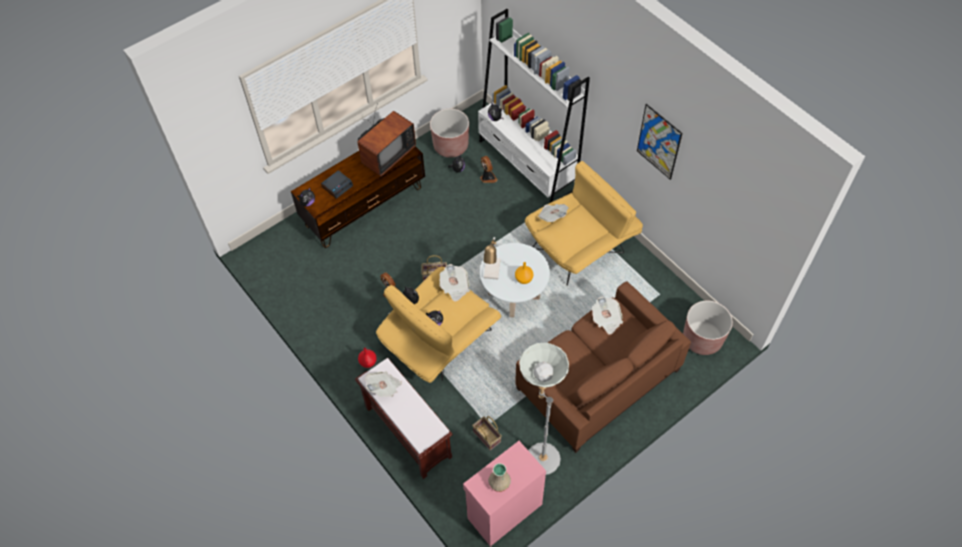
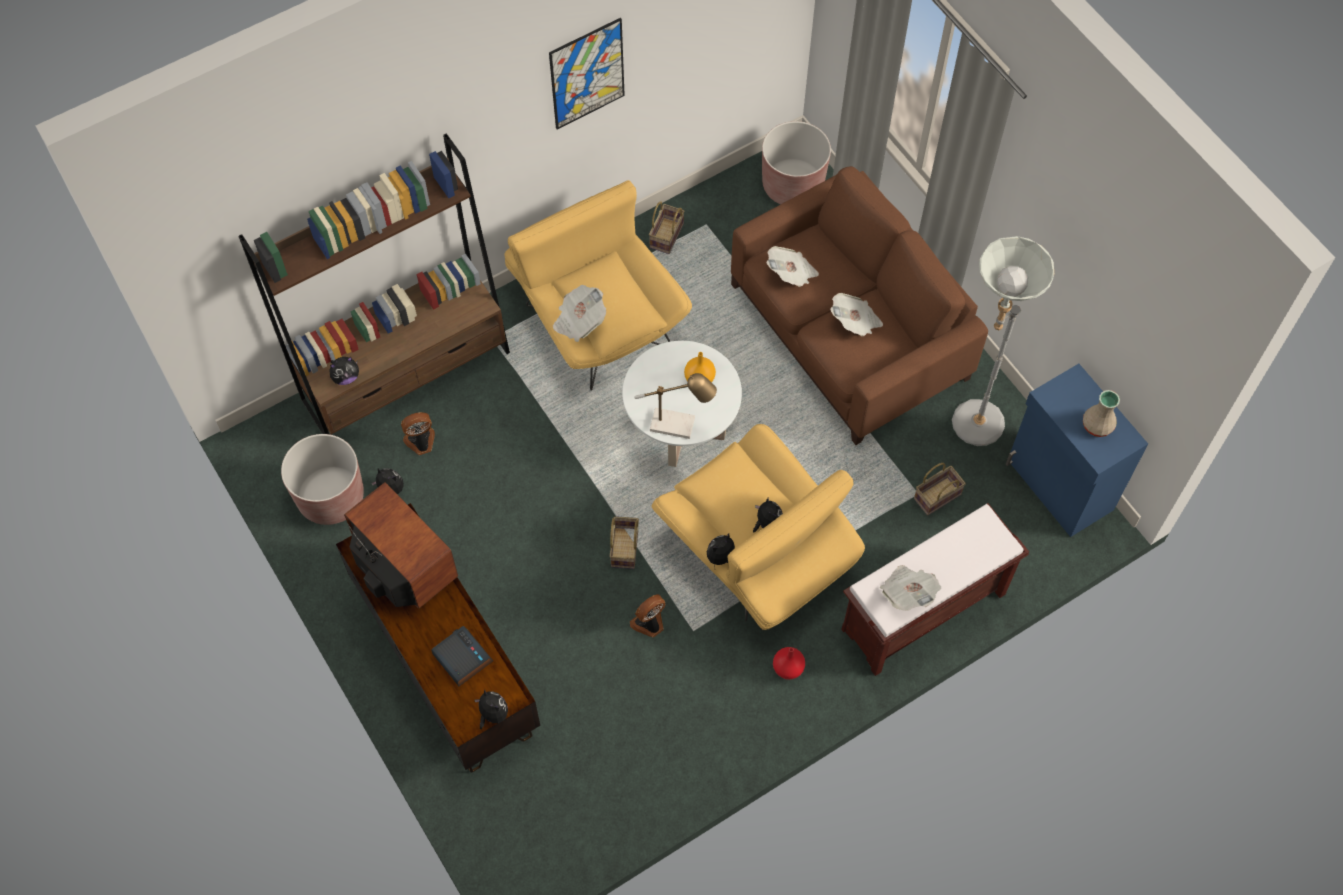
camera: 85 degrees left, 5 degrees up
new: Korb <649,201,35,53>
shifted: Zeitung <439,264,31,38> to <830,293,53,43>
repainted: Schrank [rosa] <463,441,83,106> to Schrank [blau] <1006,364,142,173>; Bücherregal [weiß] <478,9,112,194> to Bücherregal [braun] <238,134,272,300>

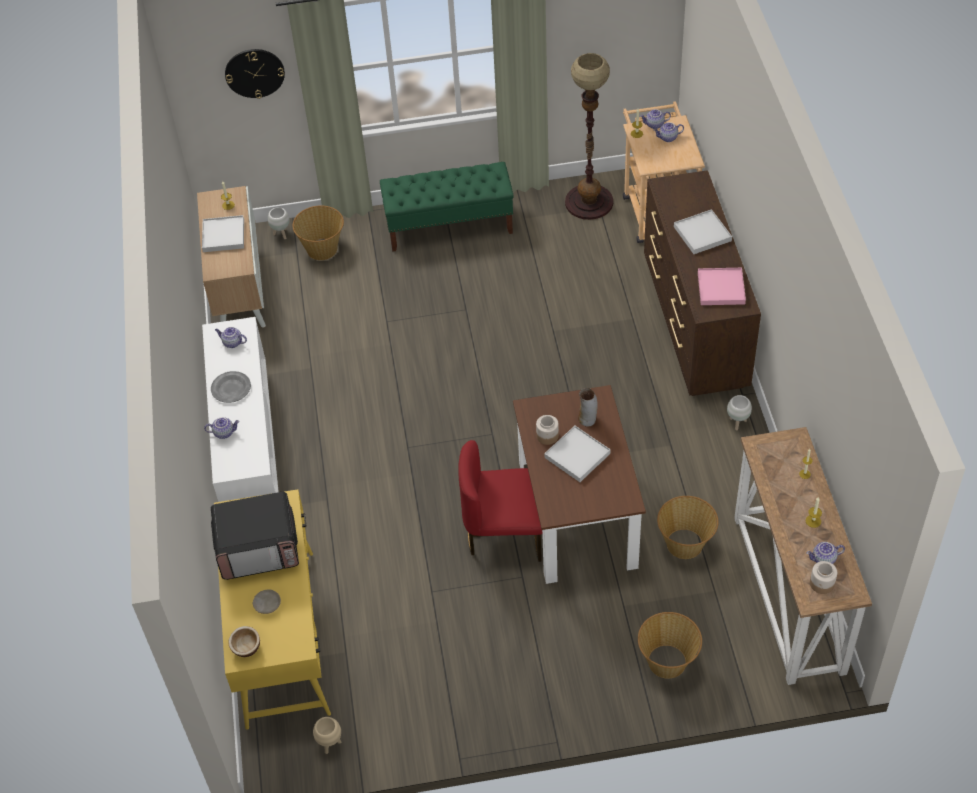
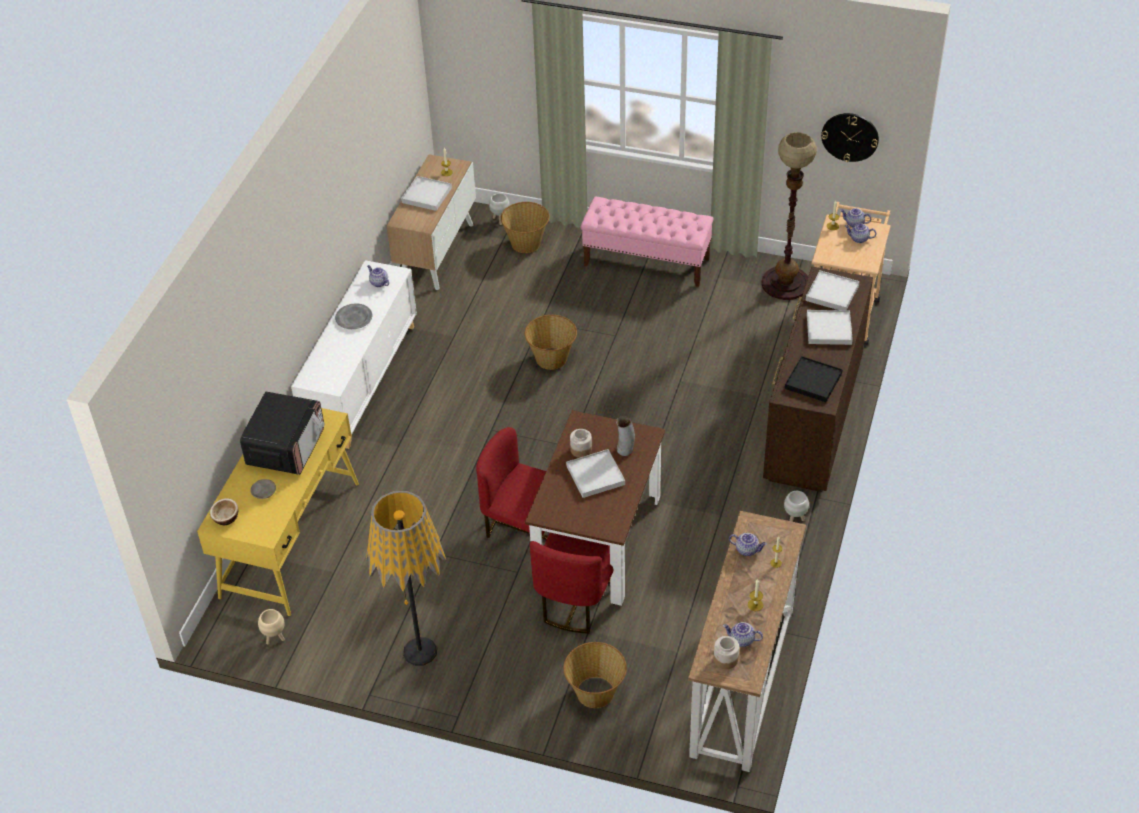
camera: 25 degrees right, 5 degrees down
new: Stehlampe <366,491,80,175>; Stuhl [rot] <530,533,83,101>; Tablett [weiß] <806,270,54,40>
shifted: Teekanne <204,417,36,22> to <729,533,38,23>; Wanduhr <225,49,60,50> to <821,113,58,49>; Korb <657,496,62,63> to <525,315,52,55>
repainted: Bank [grün] <380,162,134,90> to Bank [rosa] <581,197,133,90>; Tablett [rosa] <698,268,48,37> to Tablett [schwarz] <785,356,58,46>
rotated: Mikrowelle <211,492,88,88> = <240,392,85,83> 90 degrees counterclockwise

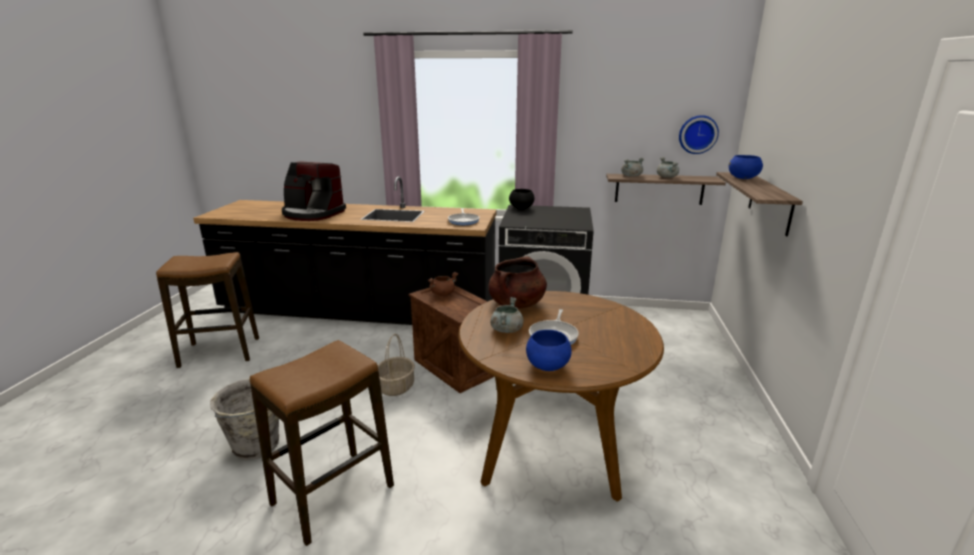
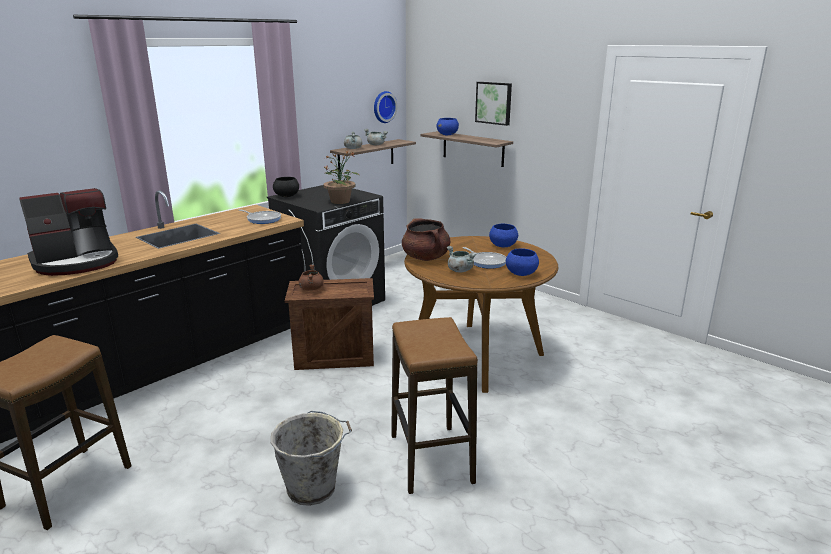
camera: 55 degrees left, 0 degrees up
gone: Korb <378,334,37,62>
new: Topfpflanze <323,151,37,53>; Bild <475,82,37,44>; Schüssel [blau] <489,224,29,23>

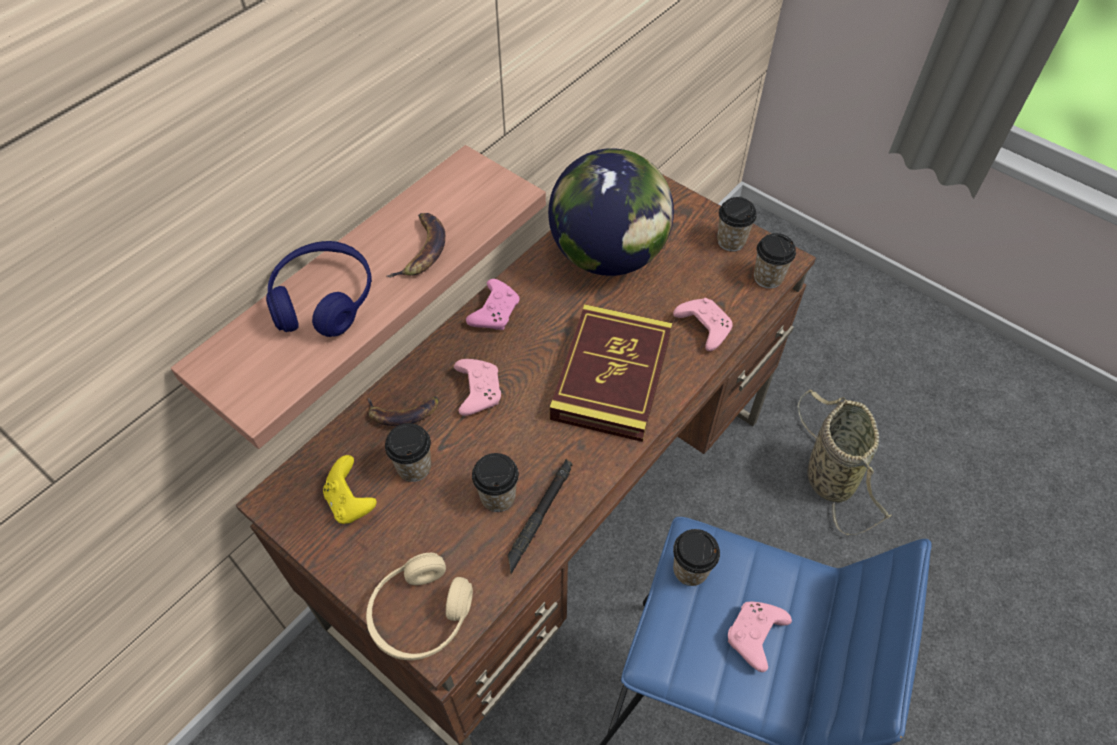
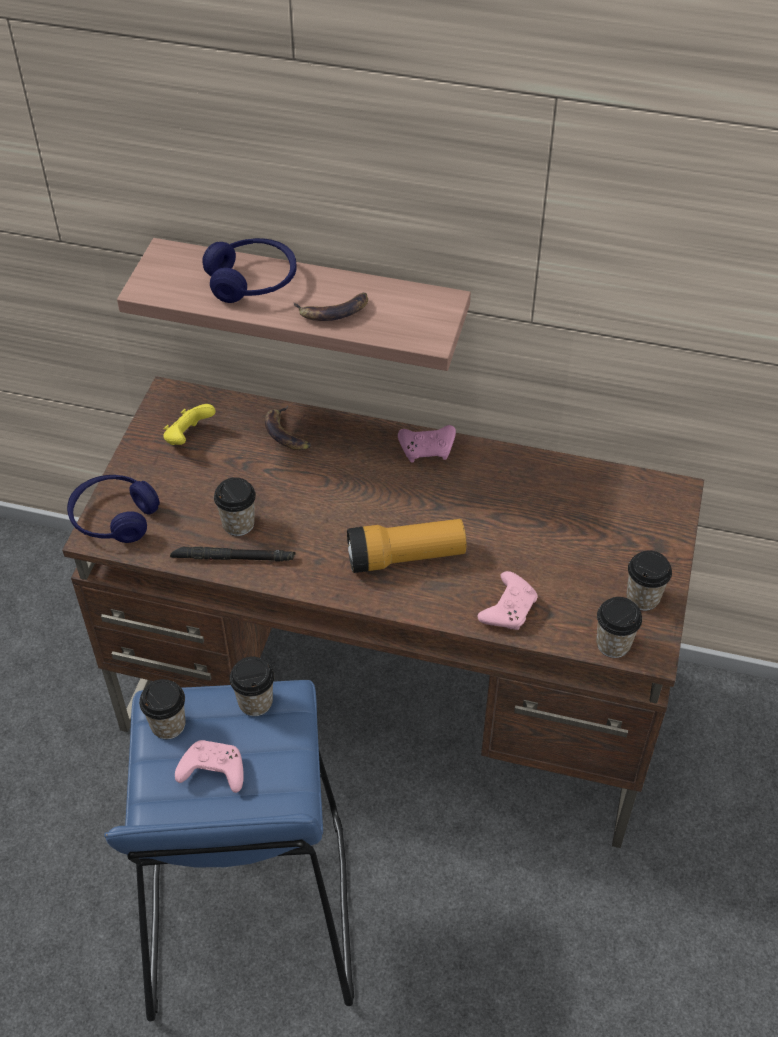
camera: 65 degrees right, 5 degrees down
gone: Gamepad [rosa] <454,359,47,57>; Globus <548,148,126,128>; Korb <798,390,94,145>
shifted: Tasse <385,423,46,59> to <139,679,47,60>
swapped: Buch <550,304,122,138> to Taschenlampe <347,519,119,54>
repainted: Kopfhörer [beige] <366,553,107,107> to Kopfhörer [blau] <67,475,93,68>

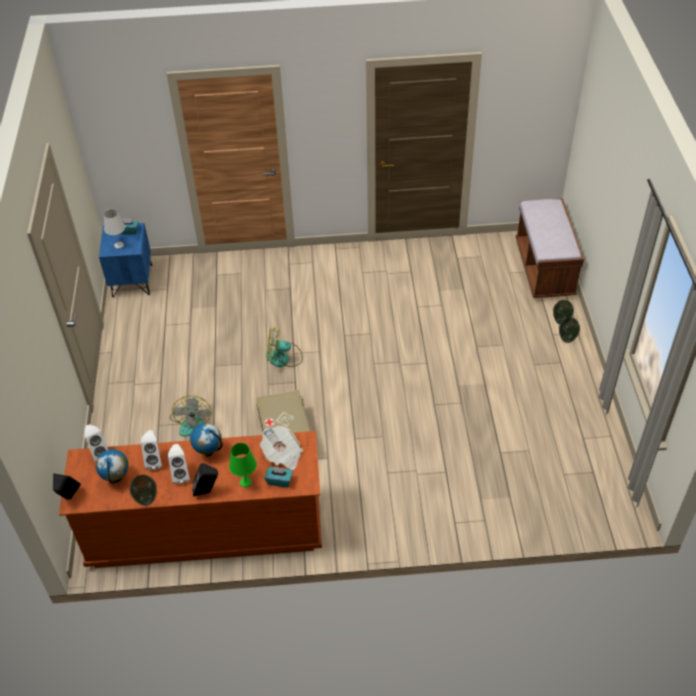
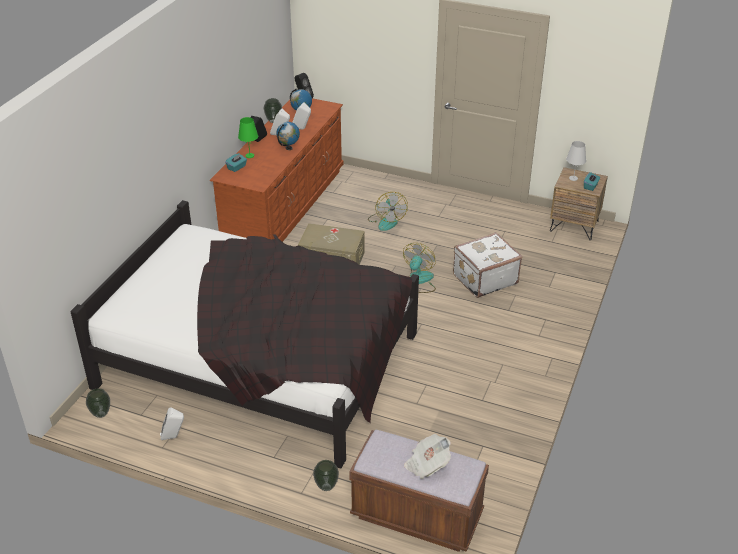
camera: 115 degrees right, 10 degrees down
new: Bett [schwarz] <71,200,348,268>; Koffer [weiß] <453,232,69,66>
shifted: Lautsprecher [weiß] <84,425,24,38> to <160,407,24,33>; Zeitung <260,426,43,44> to <404,434,47,45>; Vase <559,317,21,26> to <86,388,24,30>
repainted: Nachttisch [blau] <99,223,53,74> to Nachttisch [braun] <550,167,58,73>
rotated: Ventilator <170,395,42,42> = <368,192,40,39> 120 degrees counterclockwise

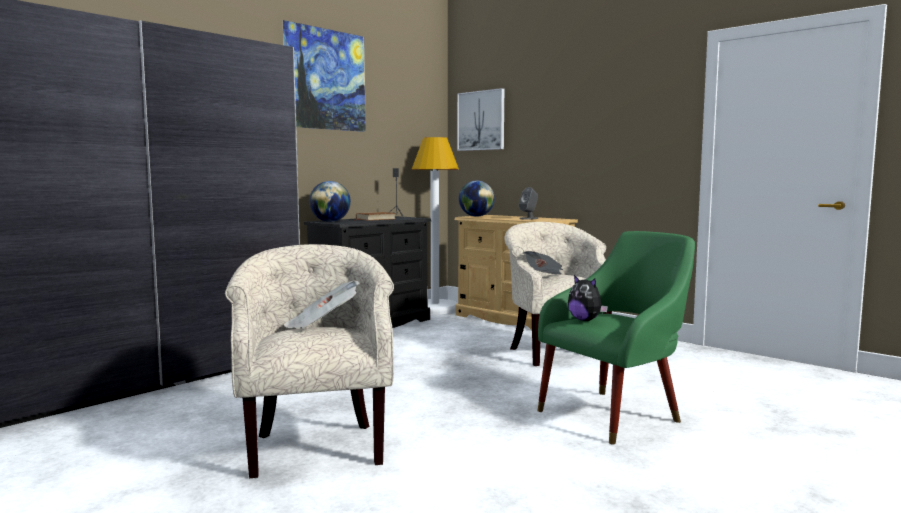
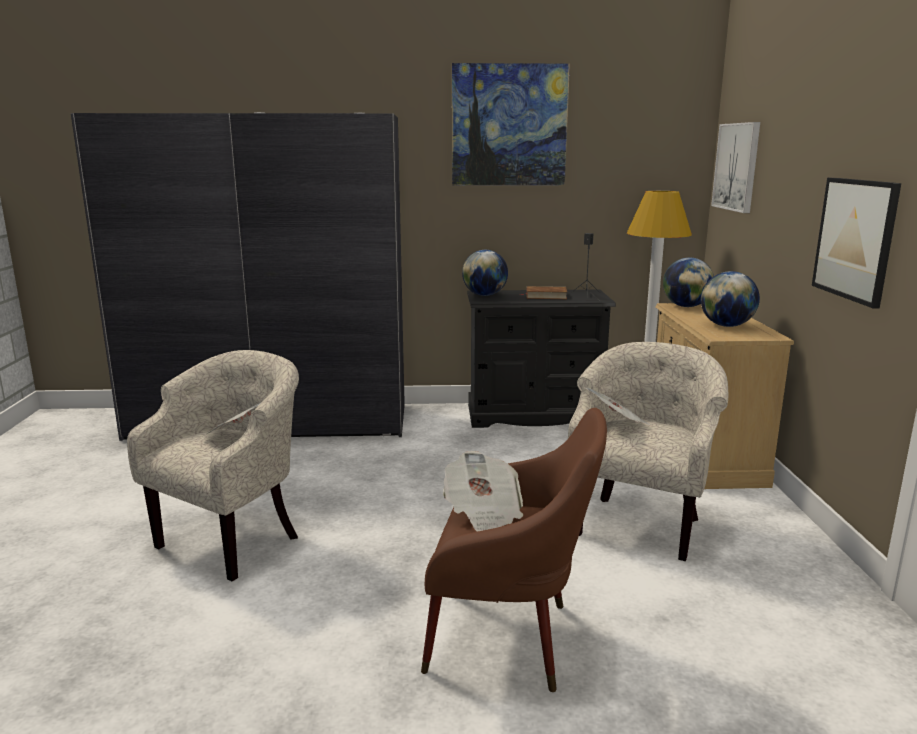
camera: 45 degrees right, 10 degrees up
new: Bild <812,177,89,132>
swapped: Lautsprecher [grau] <519,187,19,33> to Globus <701,271,59,56>; Plüschtier <568,275,40,46> to Zeitung <443,451,80,81>
repainted: Sessel [grün] <538,231,157,214> to Sessel [braun] <421,408,186,284>

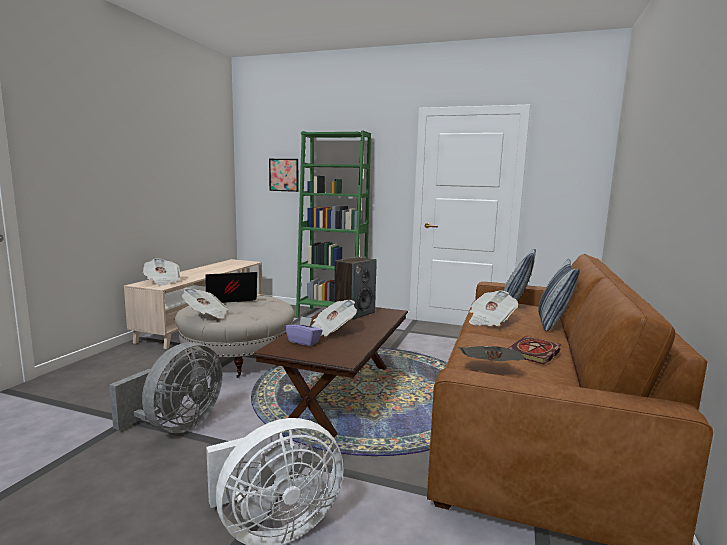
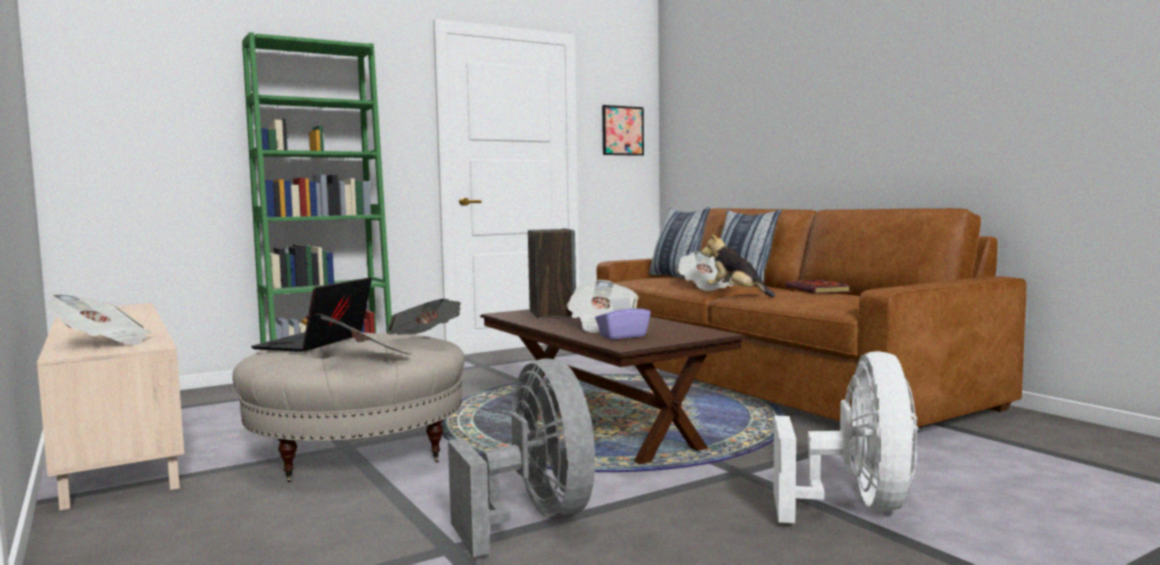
camera: 50 degrees left, 5 degrees down
new: Plüschtier <701,234,74,63>
shifted: Bild <269,159,29,33> to <602,105,42,51>; Zeitung <458,346,68,15> to <387,299,74,36>

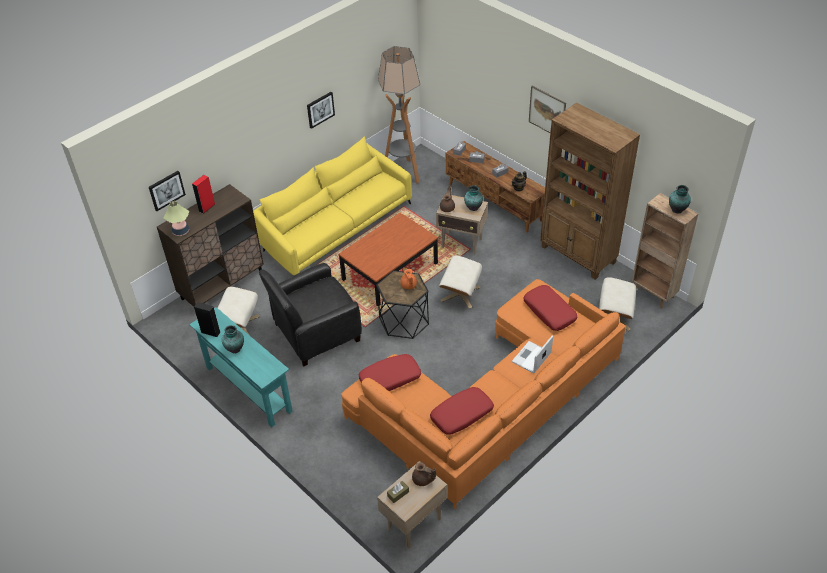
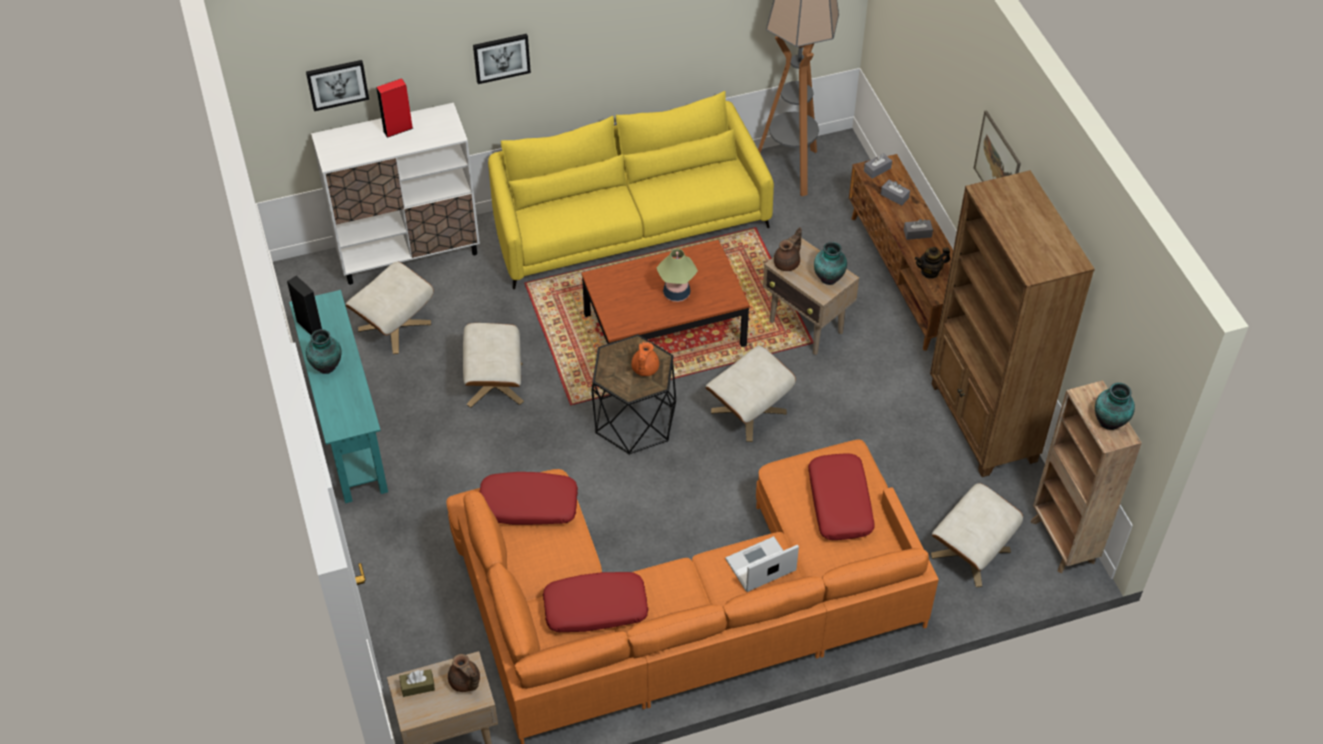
camera: 25 degrees right, 5 degrees up
shifted: Tischlampe <164,201,25,35> to <657,249,41,53>; Bild <307,92,28,37> to <473,34,58,50>
swapped: Sessel [schwarz] <259,263,103,104> to Polsterhocker [beige] <463,323,61,85>
repainted: Schrank [braun] <157,184,107,123> to Schrank [weiß] <311,103,169,182>

